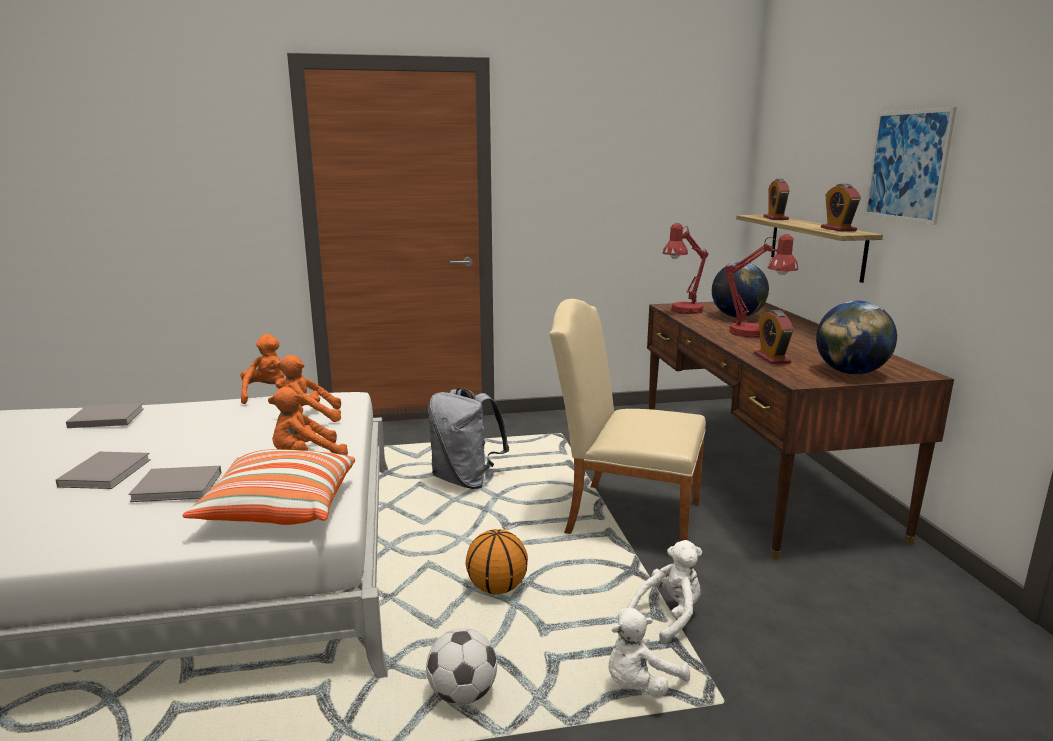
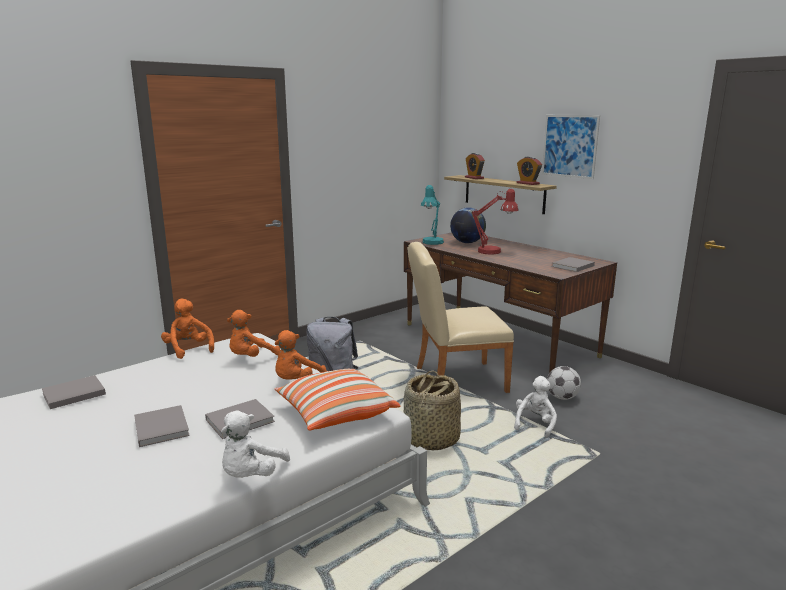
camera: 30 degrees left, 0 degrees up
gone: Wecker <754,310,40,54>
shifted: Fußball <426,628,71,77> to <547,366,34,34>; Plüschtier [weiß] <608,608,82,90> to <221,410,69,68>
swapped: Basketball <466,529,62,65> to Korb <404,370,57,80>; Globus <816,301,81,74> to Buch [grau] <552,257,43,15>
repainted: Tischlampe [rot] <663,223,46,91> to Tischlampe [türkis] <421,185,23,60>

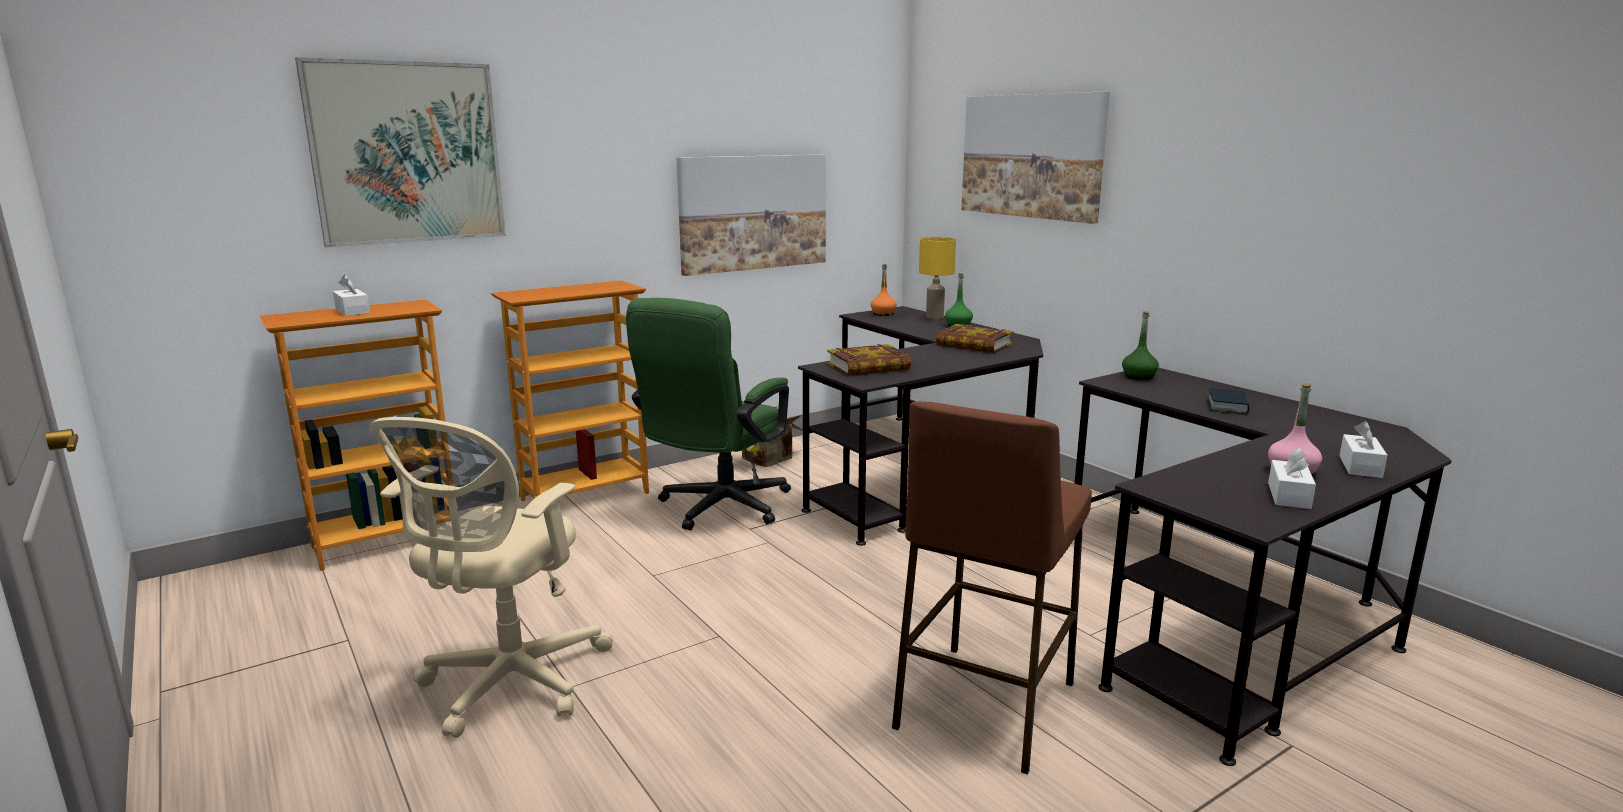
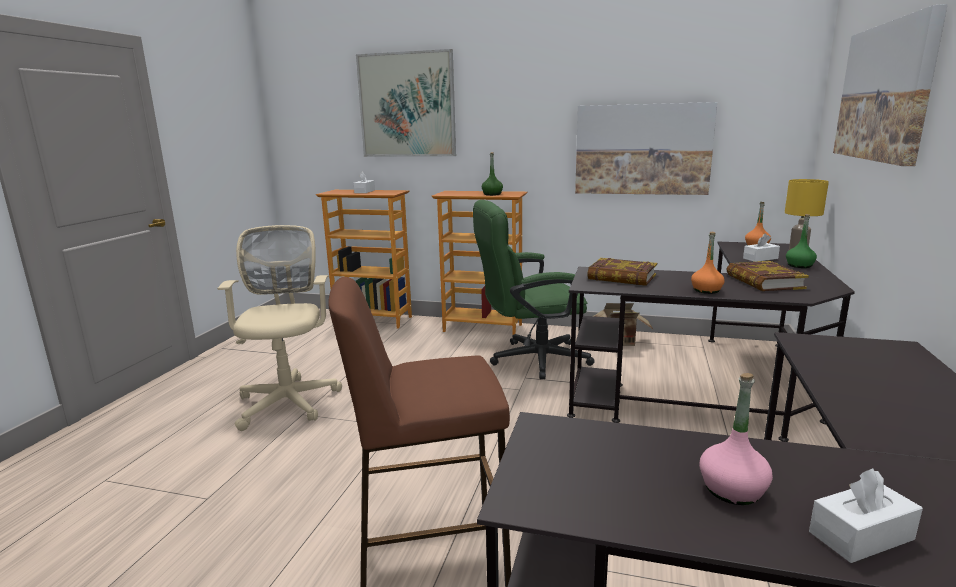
camera: 50 degrees right, 0 degrees up
gone: Buch <1207,388,43,27>
new: Flasche [orange] <691,232,34,62>
shifted: Flasche [grün] <1122,311,37,69> to <482,152,21,44>; Taschentuchbox [weiß] <1268,448,48,61> to <743,234,37,28>
rotated: Bürostuhl [beige] <369,417,244,321> = <217,225,125,206> 105 degrees clockwise

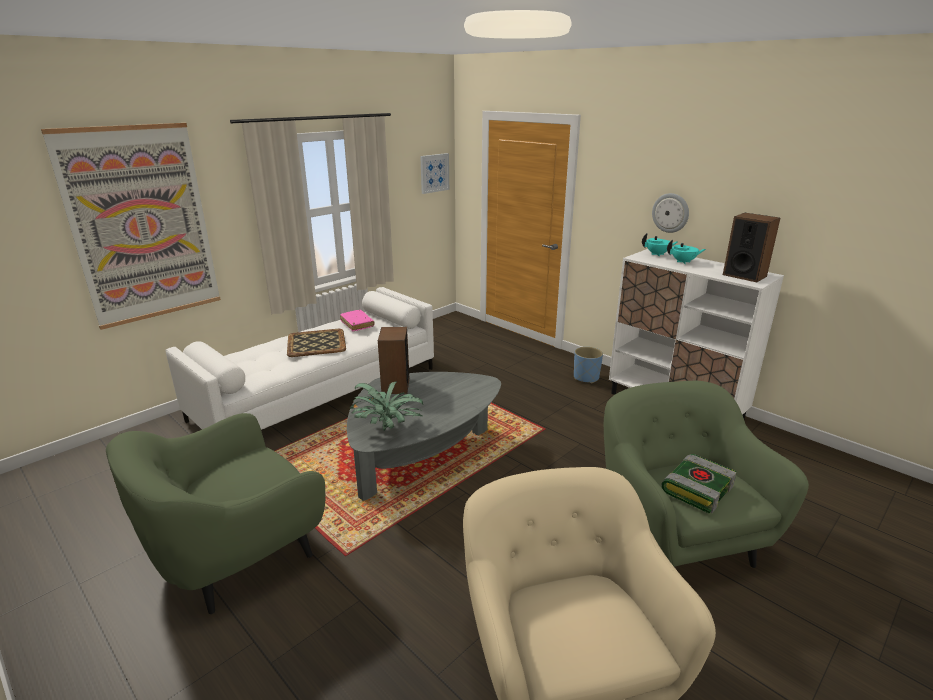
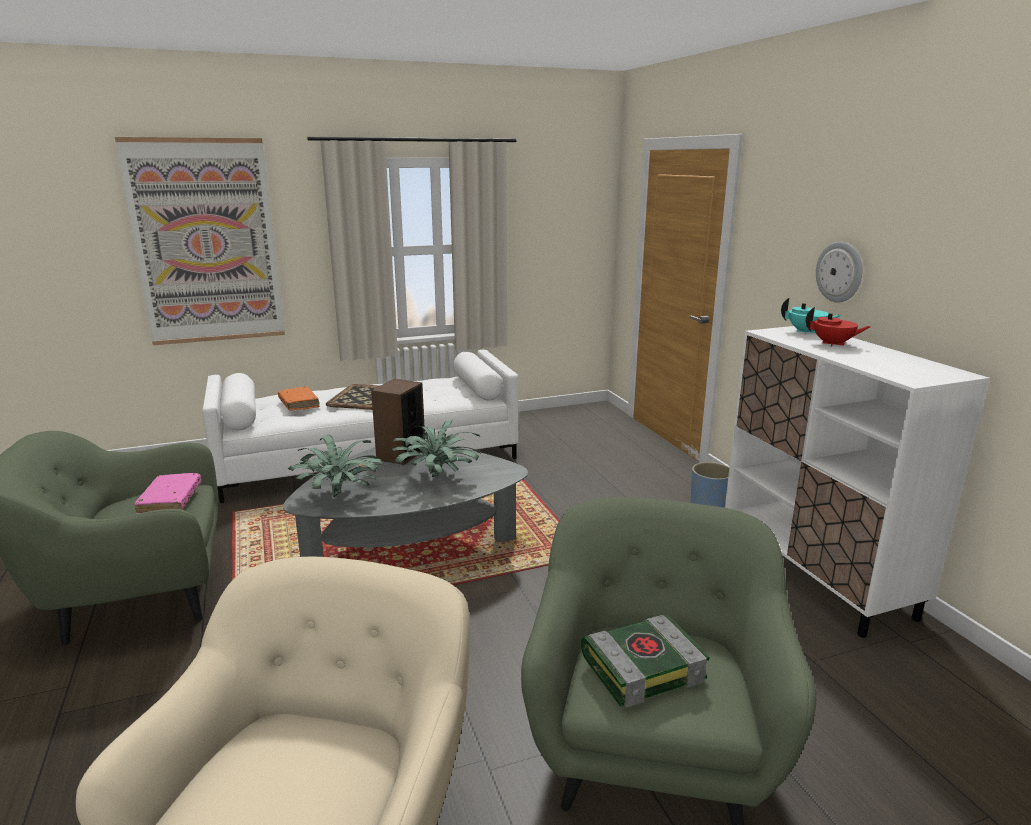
camera: 25 degrees right, 5 degrees down
gone: Bild <420,153,29,41>; Lautsprecher <723,213,57,69>
new: Buch [orange] <278,386,42,24>; Topfpflanze <392,420,89,57>
shifted: Buch [rosa] <340,310,35,21> to <134,473,67,41>
repainted: Teekanne [türkis] <667,240,39,24> to Teekanne [rot] <806,307,64,40>

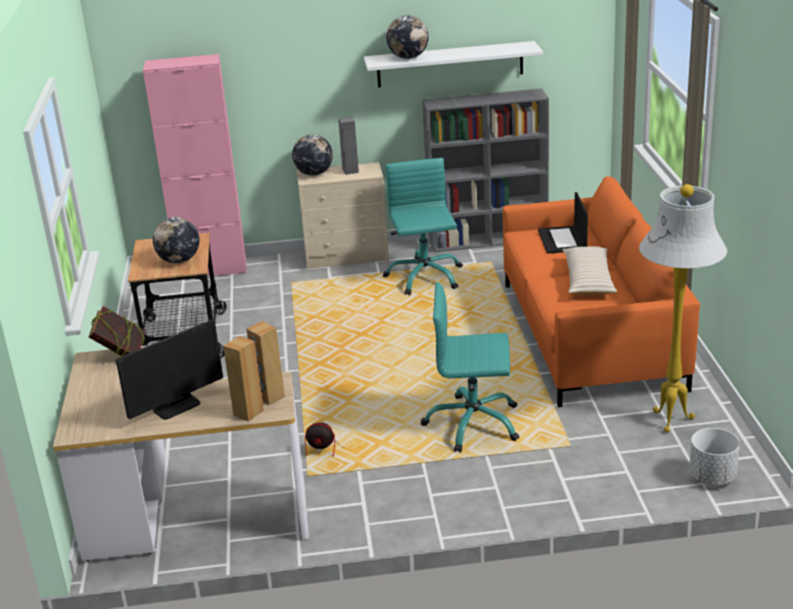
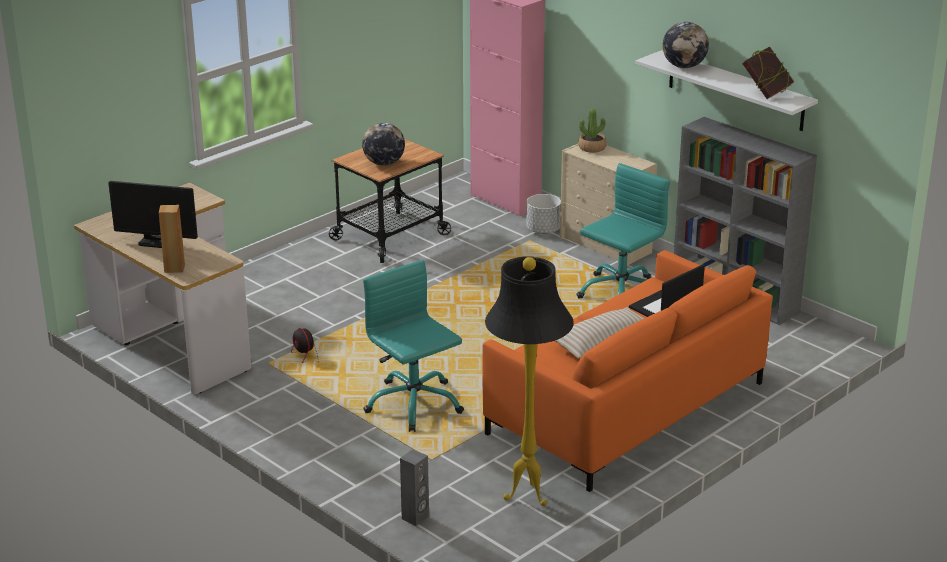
camera: 50 degrees right, 0 degrees up
gone: Lautsprecher [braun] <246,321,39,84>
shifted: Buch <89,306,57,51> to <743,46,51,53>; Lautsprecher [grau] <338,116,21,59> to <400,450,29,76>; Pflanzkübel [weiß] <689,428,51,57> to <526,194,35,40>
swapped: Globus <292,134,41,42> to Topfpflanze <578,108,29,45>
repainted: Stehlampe [weiß] <639,184,88,249> to Stehlampe [schwarz] <485,256,89,250>

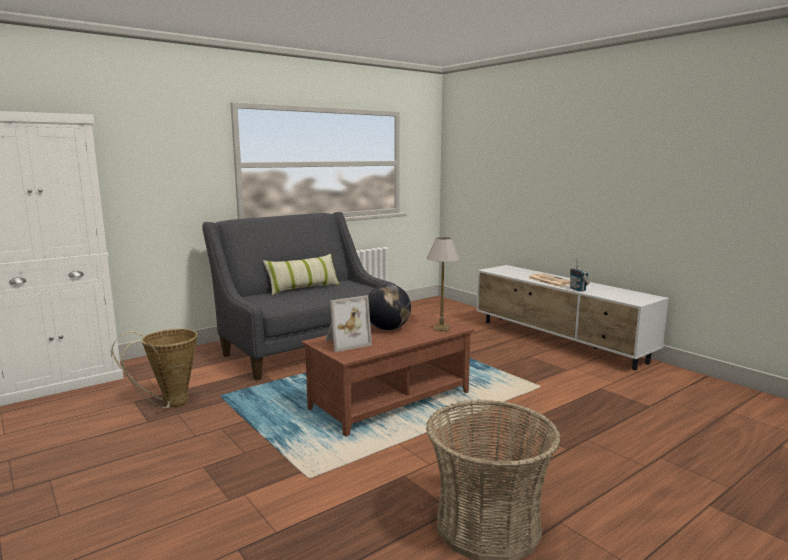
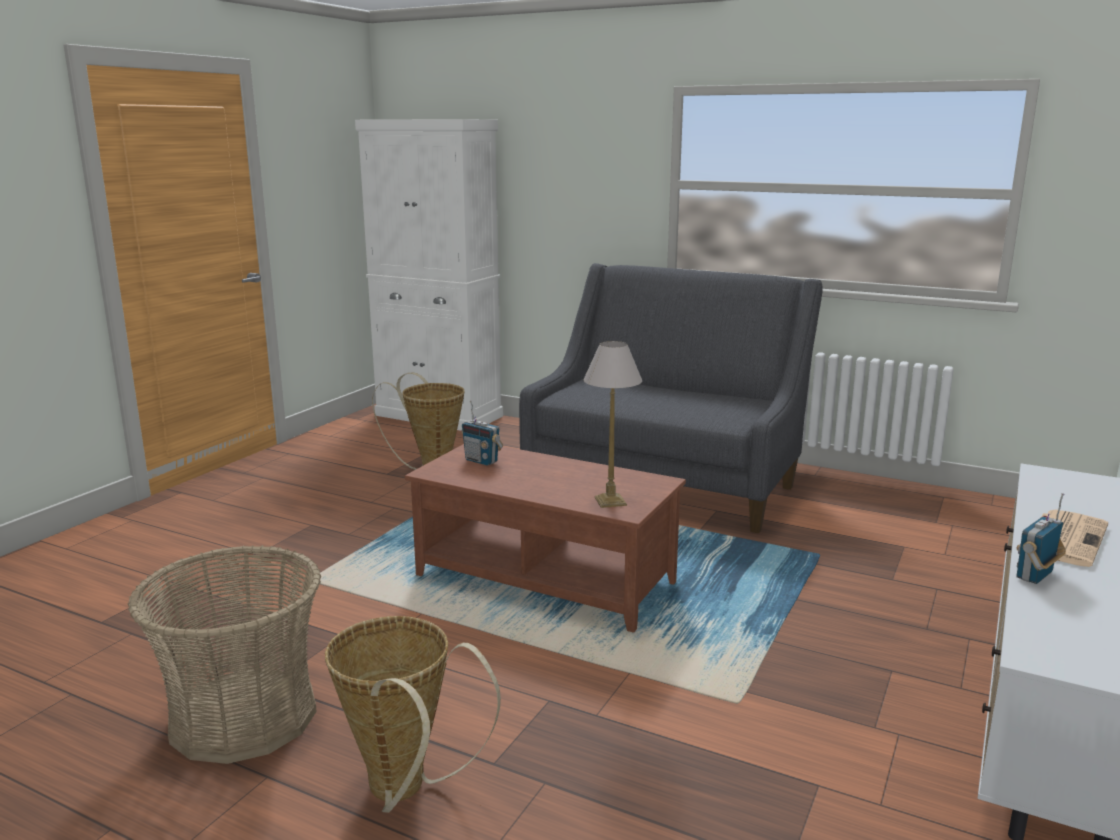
camera: 65 degrees right, 5 degrees up
gone: Kissen <263,254,77,41>; Globus <368,284,43,46>
new: Korb <325,616,176,197>
swapped: Bilderrahmen <325,295,47,57> to Radio <462,401,41,65>

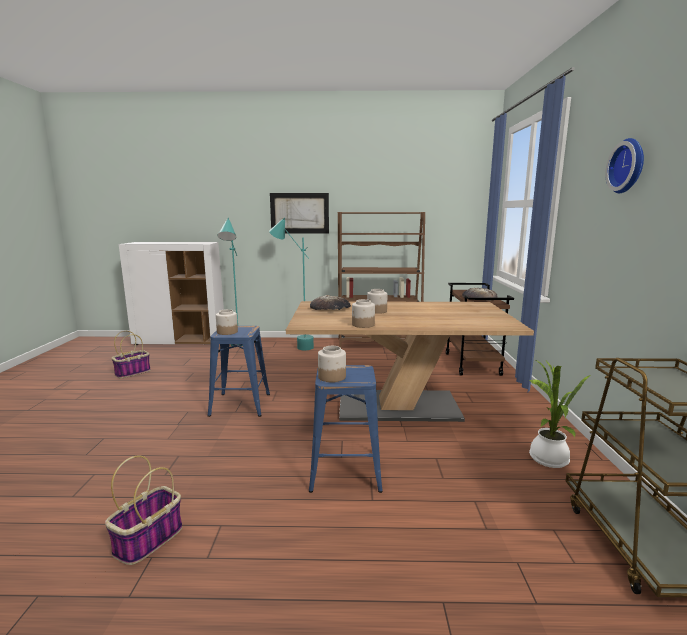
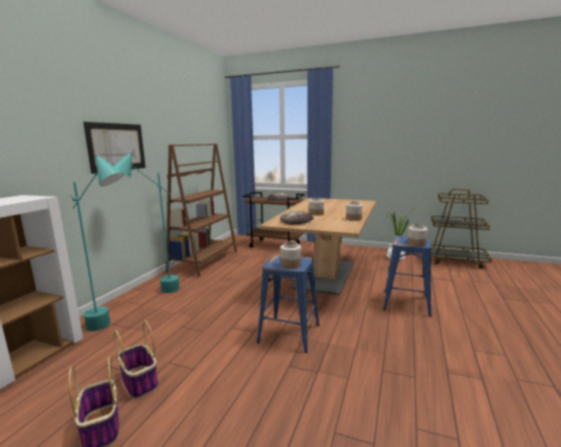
camera: 70 degrees left, 0 degrees up
gone: Wanduhr <605,138,39,55>
shifted: Korb <105,455,77,110> to <114,321,44,78>

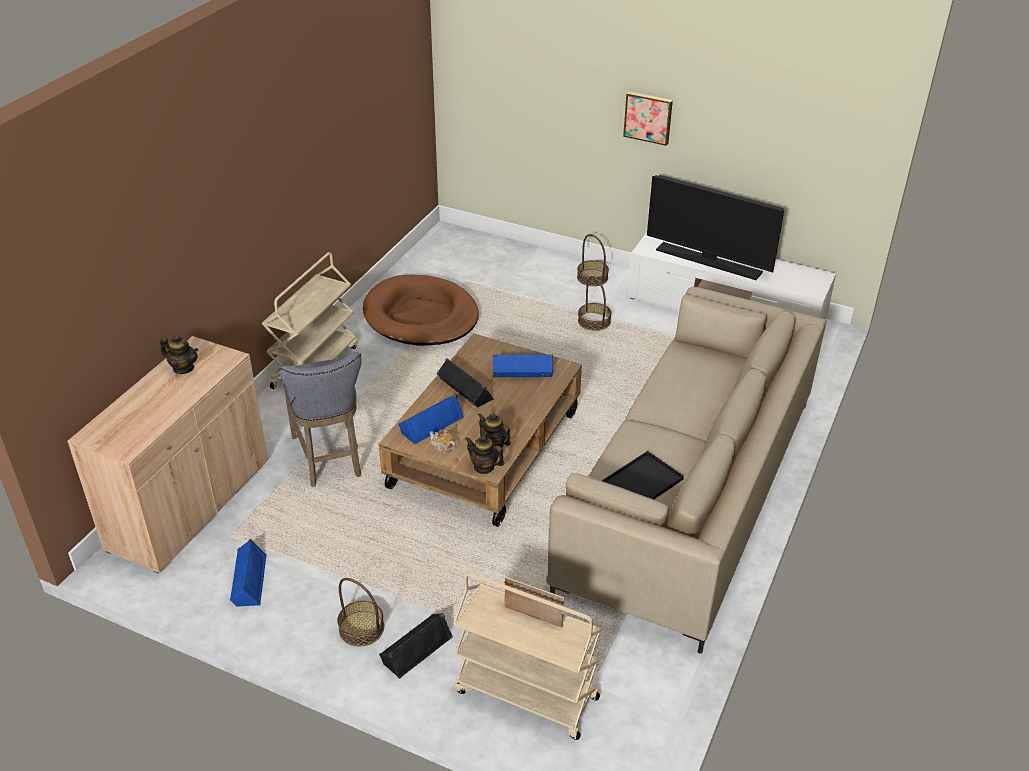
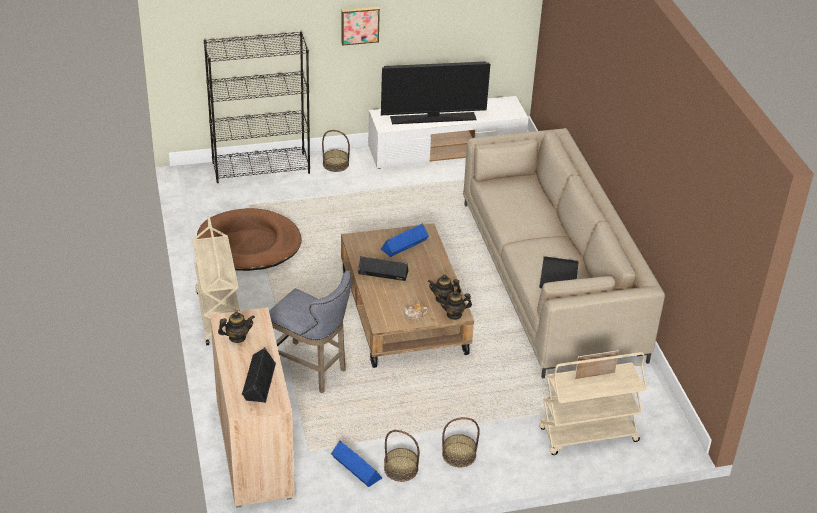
camera: 40 degrees left, 0 degrees up
gone: Lautsprecher [blau] <398,394,66,51>
new: Bücherregal [schwarz] <204,31,106,152>
shifted: Lautsprecher [schwarz] <379,613,74,66> to <242,347,34,56>; Korb <578,276,34,55> to <384,430,36,52>

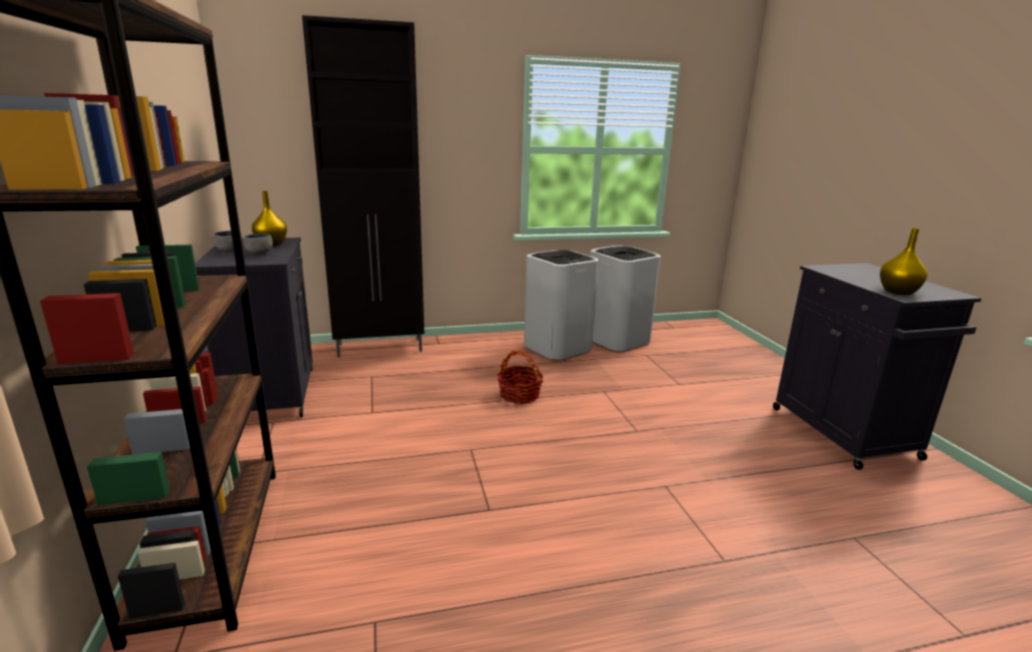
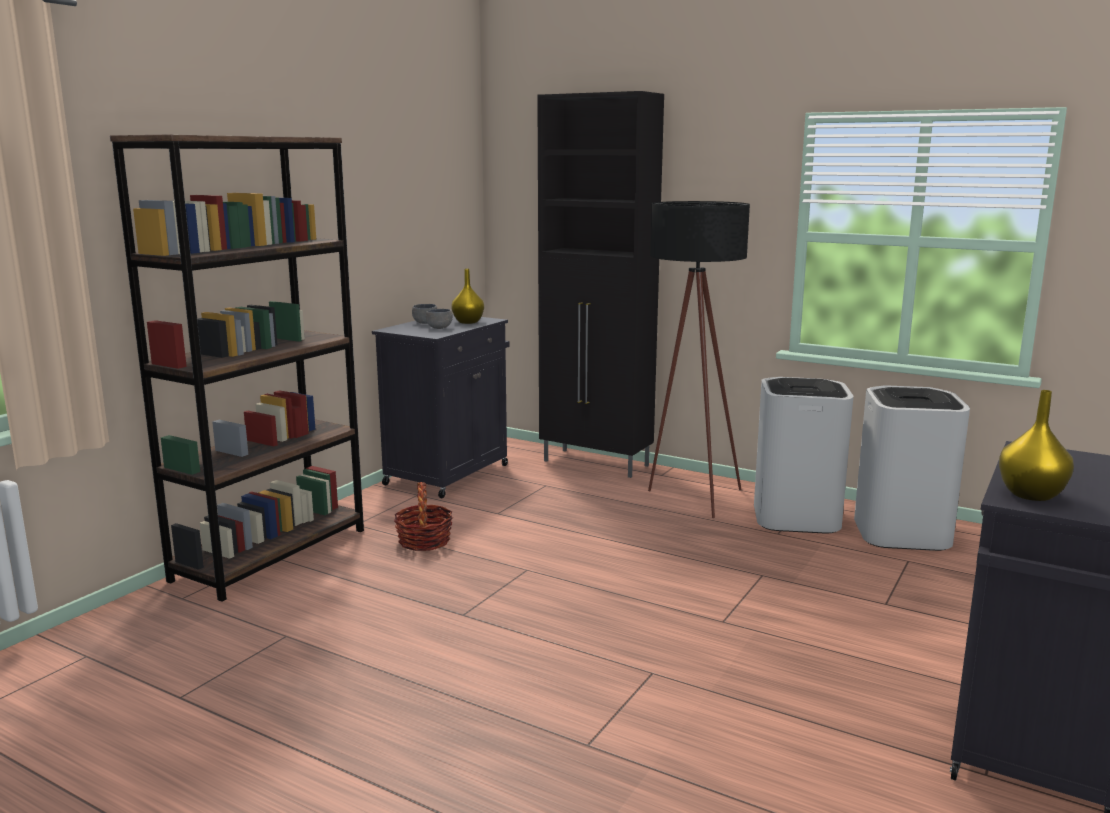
camera: 45 degrees right, 5 degrees down
new: Stehlampe [schwarz] <648,201,102,317>
shifted: Korb <497,350,47,54> to <394,482,59,69>

